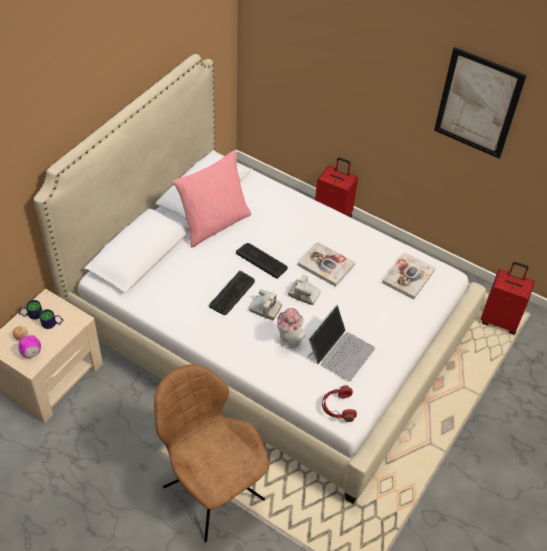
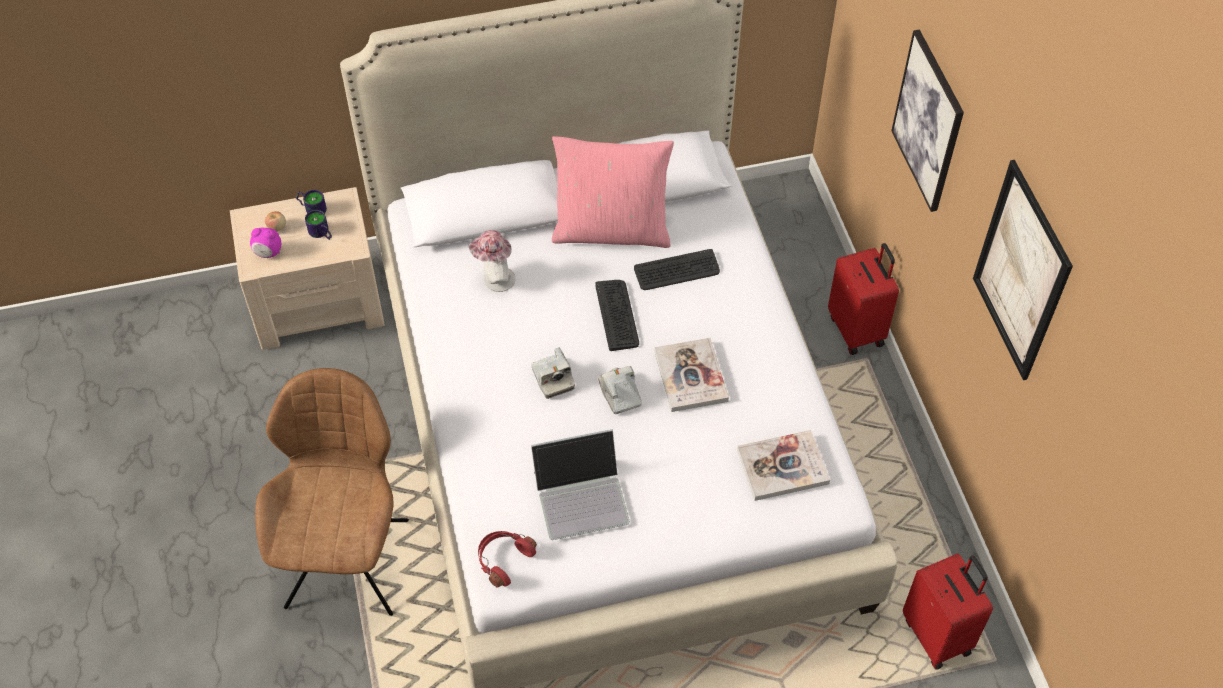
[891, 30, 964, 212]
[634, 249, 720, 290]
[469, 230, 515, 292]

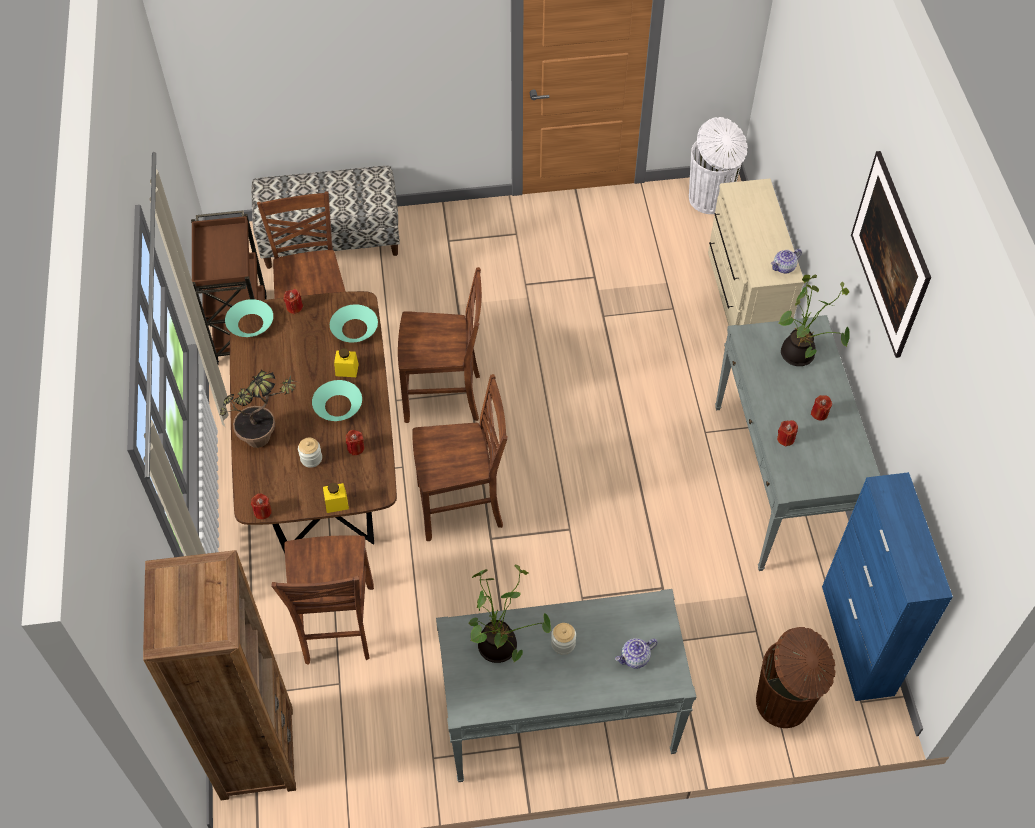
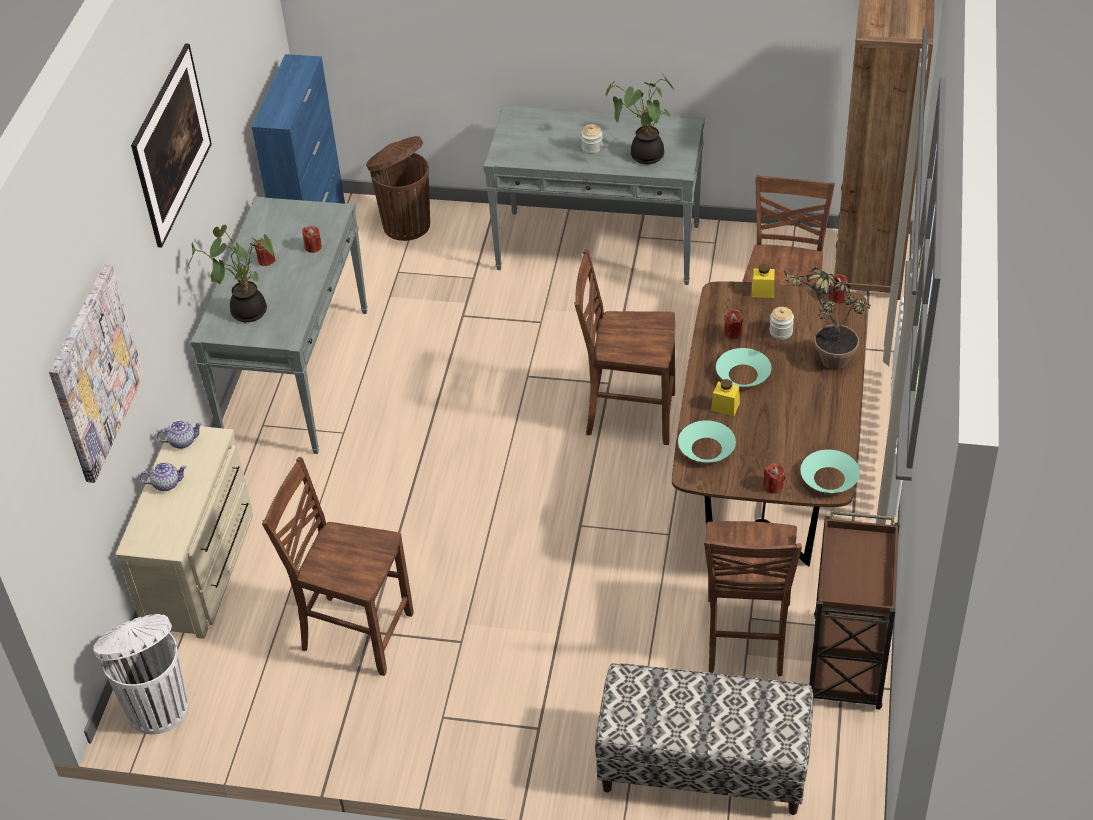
[49, 264, 144, 483]
[262, 457, 414, 676]
[139, 462, 187, 491]

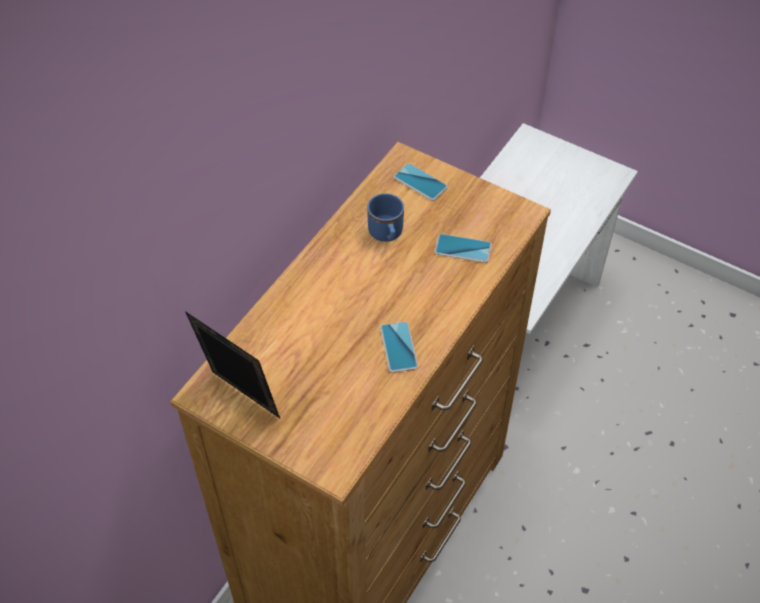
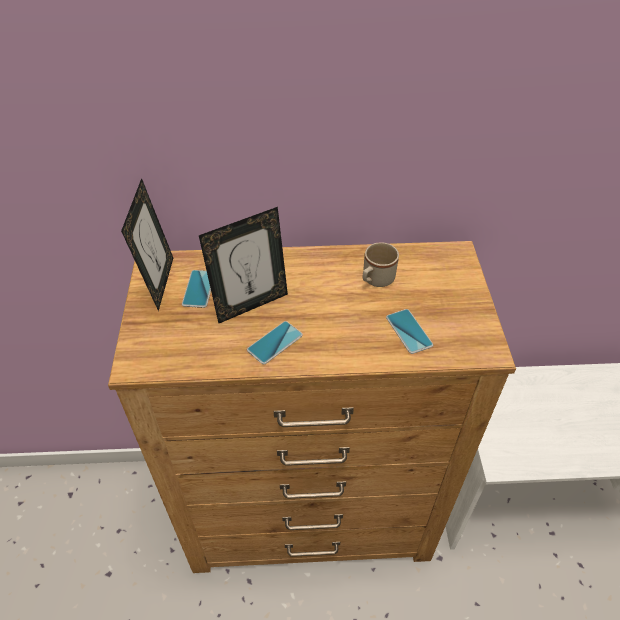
[199, 207, 288, 324]
[182, 270, 211, 308]
[363, 242, 399, 287]

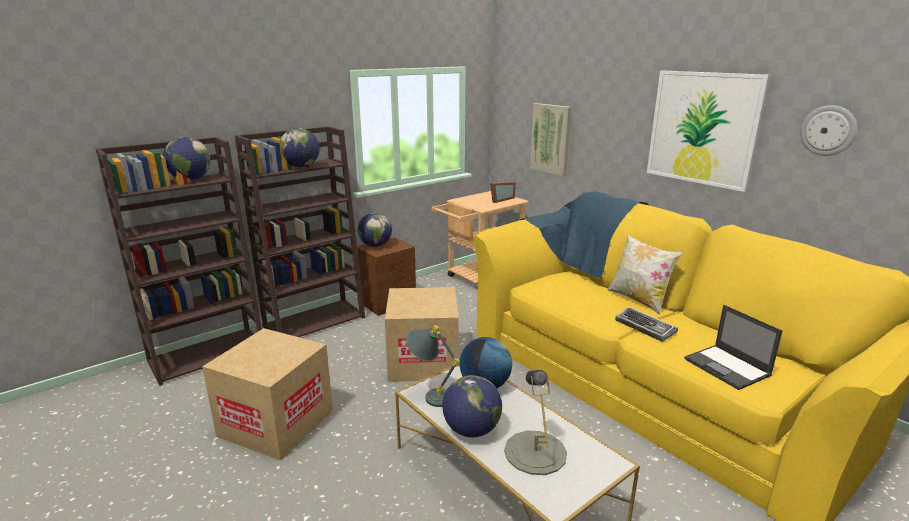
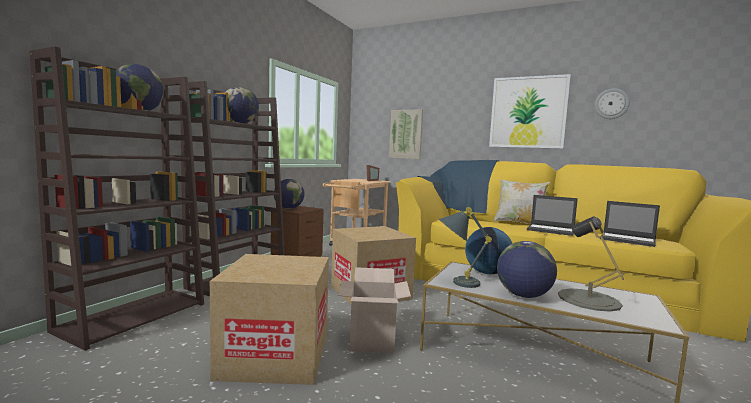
[338, 267, 411, 353]
[527, 195, 578, 236]

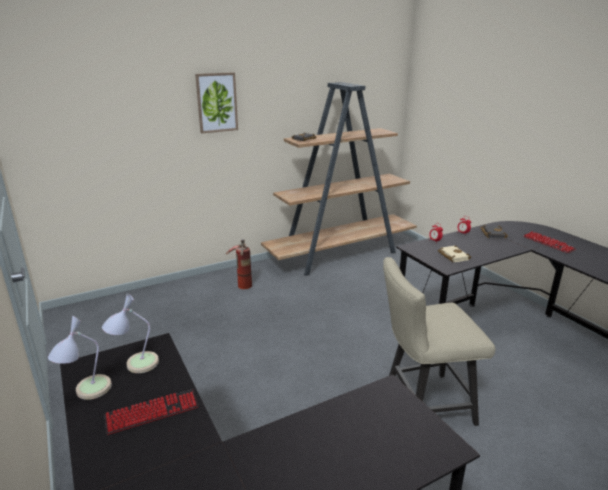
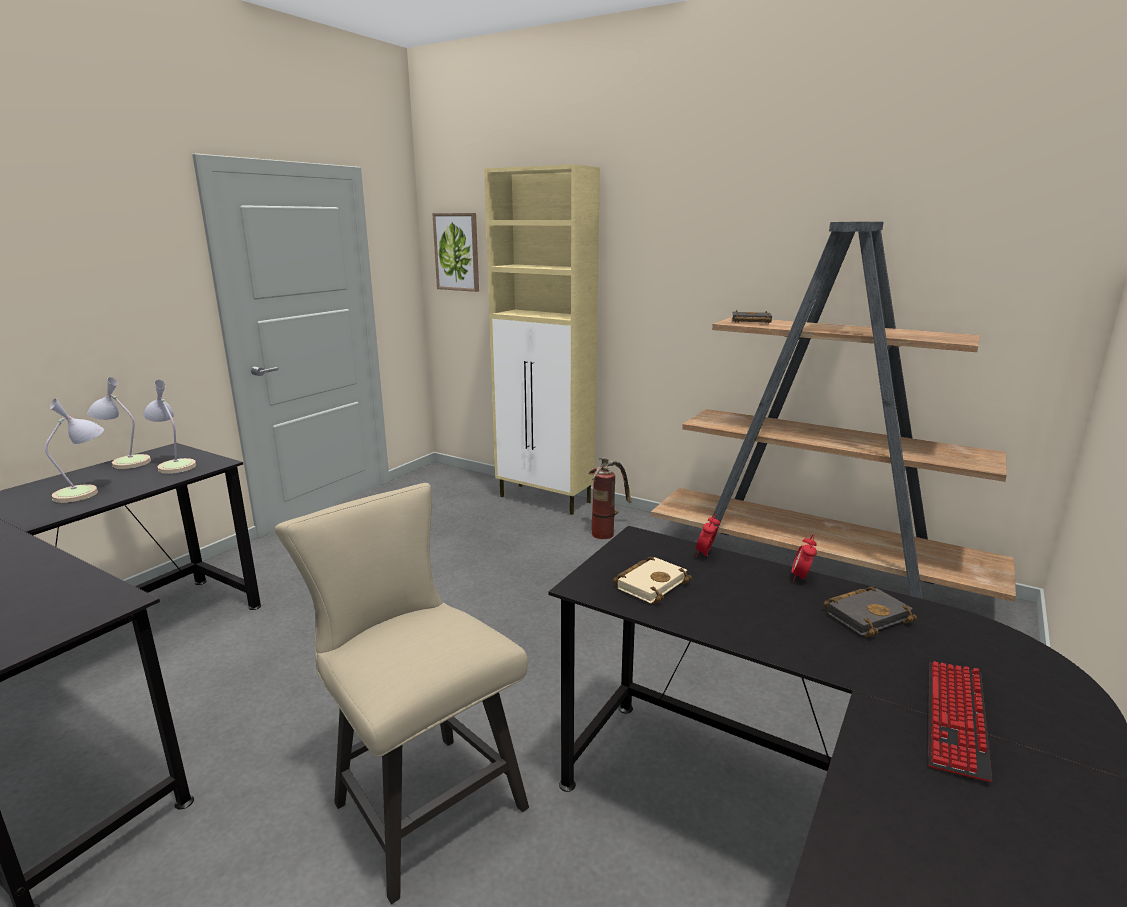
[484, 164, 600, 515]
[432, 213, 479, 292]
[45, 398, 104, 503]

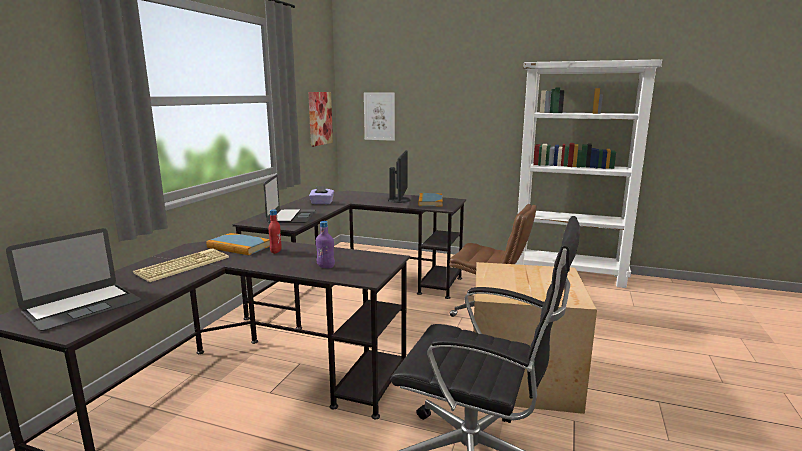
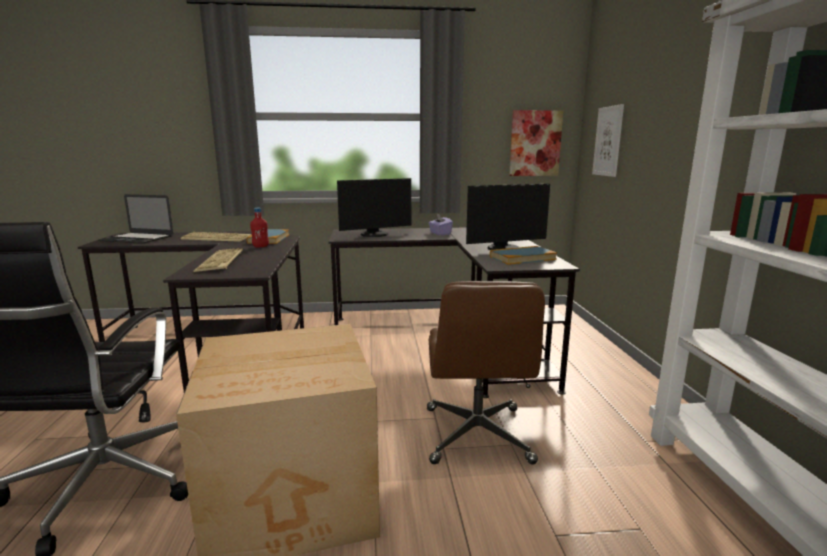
[337, 178, 411, 237]
[193, 248, 243, 272]

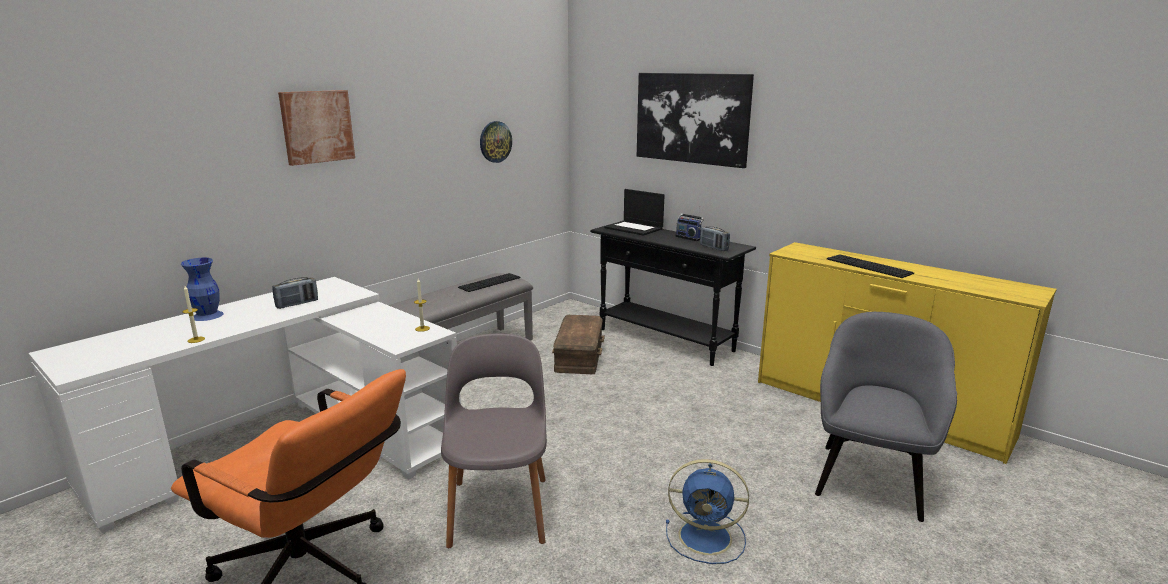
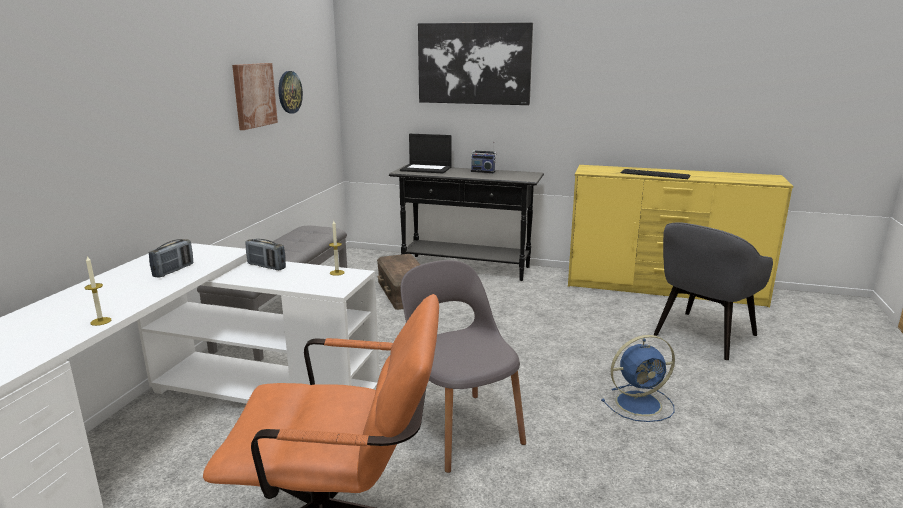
[181, 258, 224, 321] (first image)
[458, 273, 521, 292] (first image)
[232, 63, 278, 130]
[245, 239, 286, 270]
[654, 222, 773, 360]

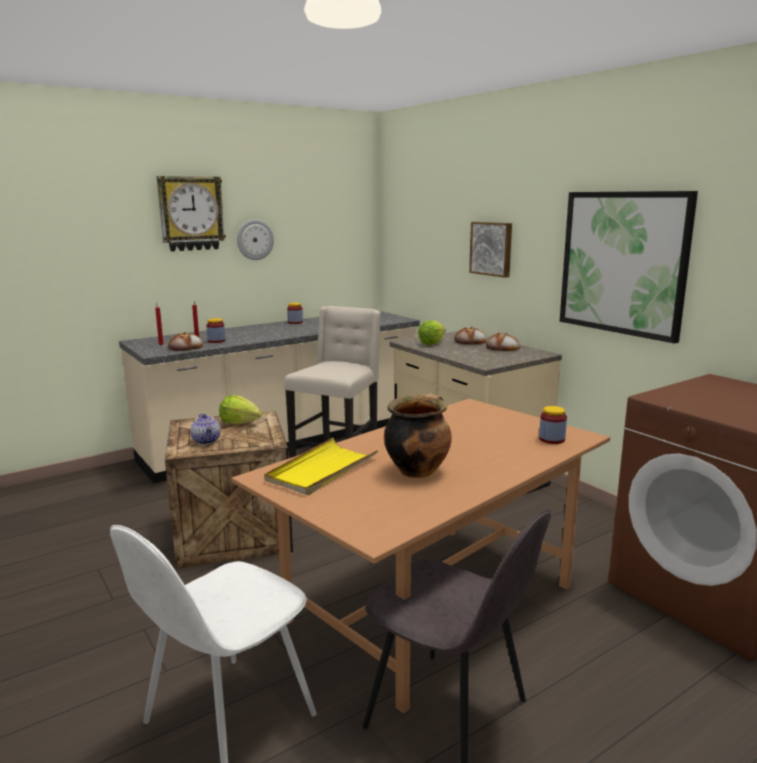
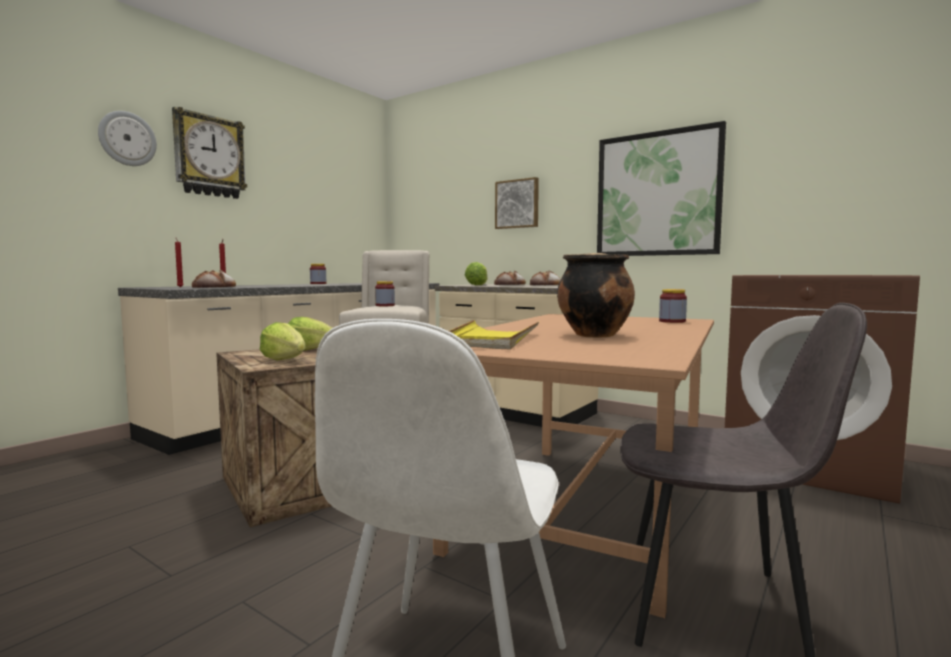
[375, 281, 395, 306]
[98, 111, 157, 166]
[259, 322, 306, 361]

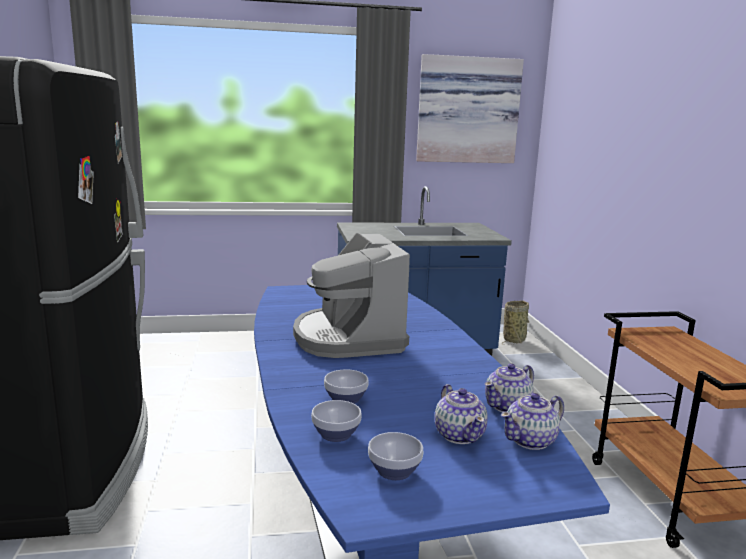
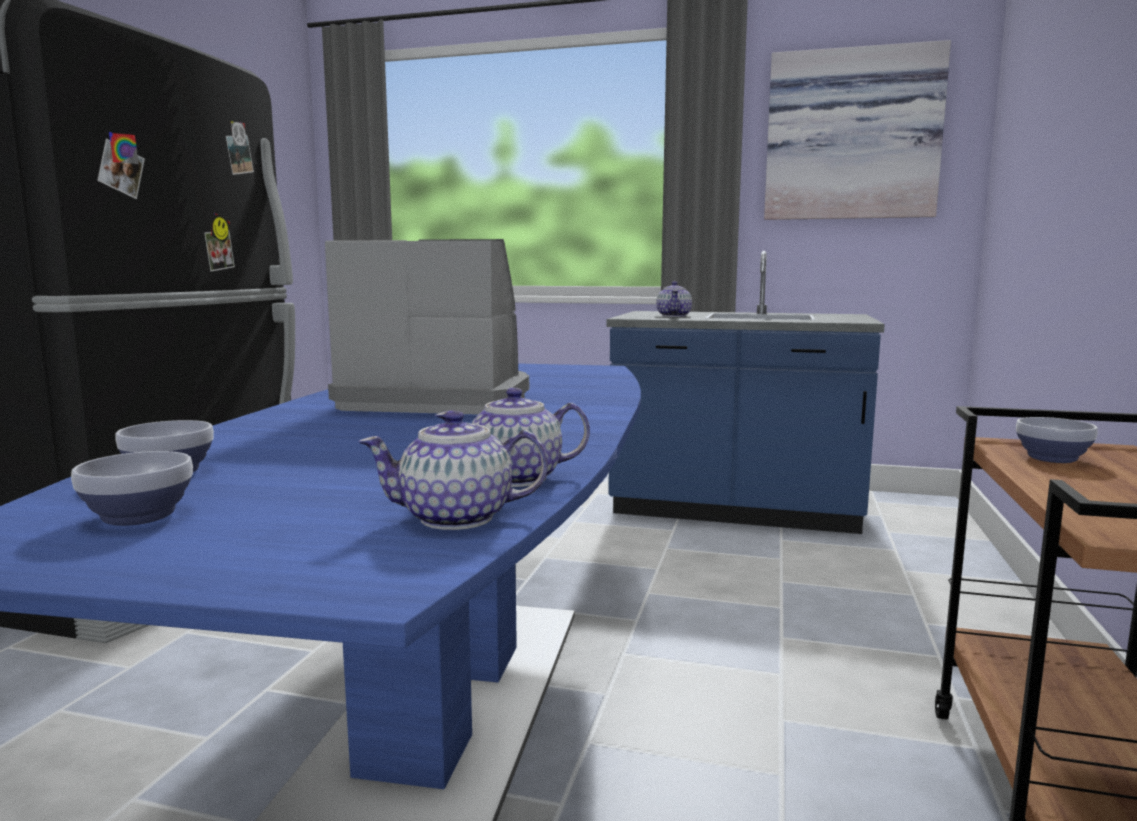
[502, 300, 529, 345] (first image)
[1016, 417, 1098, 463]
[656, 281, 692, 317]
[325, 239, 529, 415]

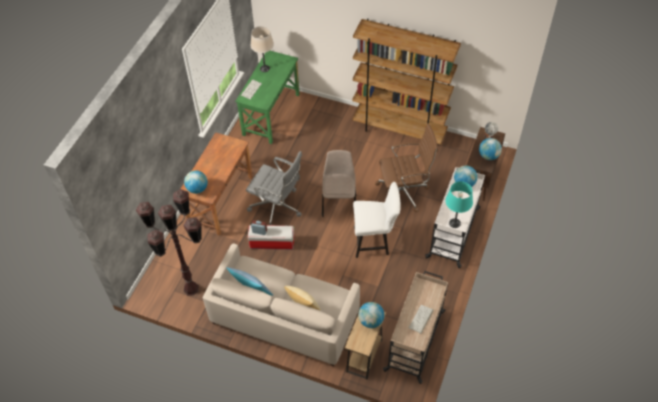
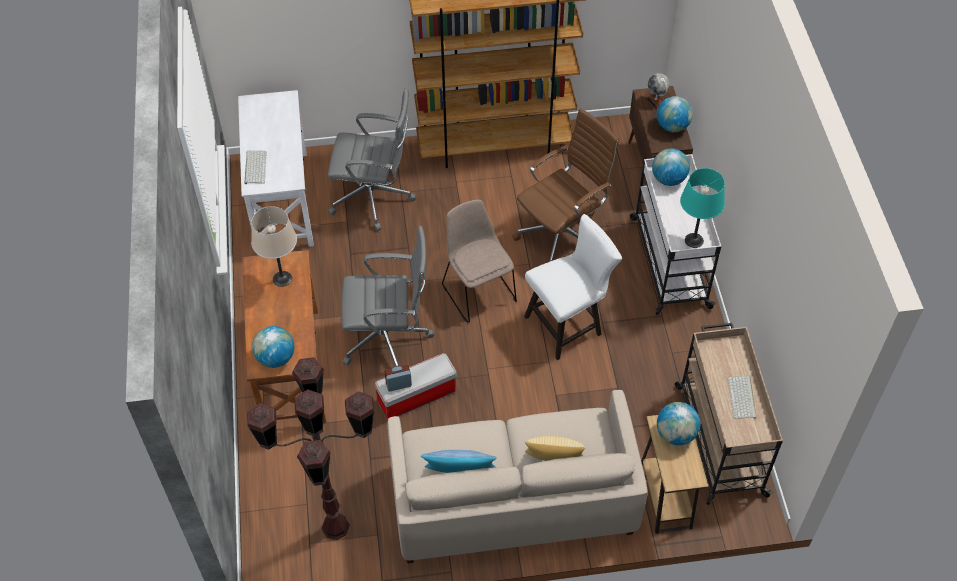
[328, 88, 416, 231]
[251, 206, 297, 287]
[238, 90, 314, 247]

